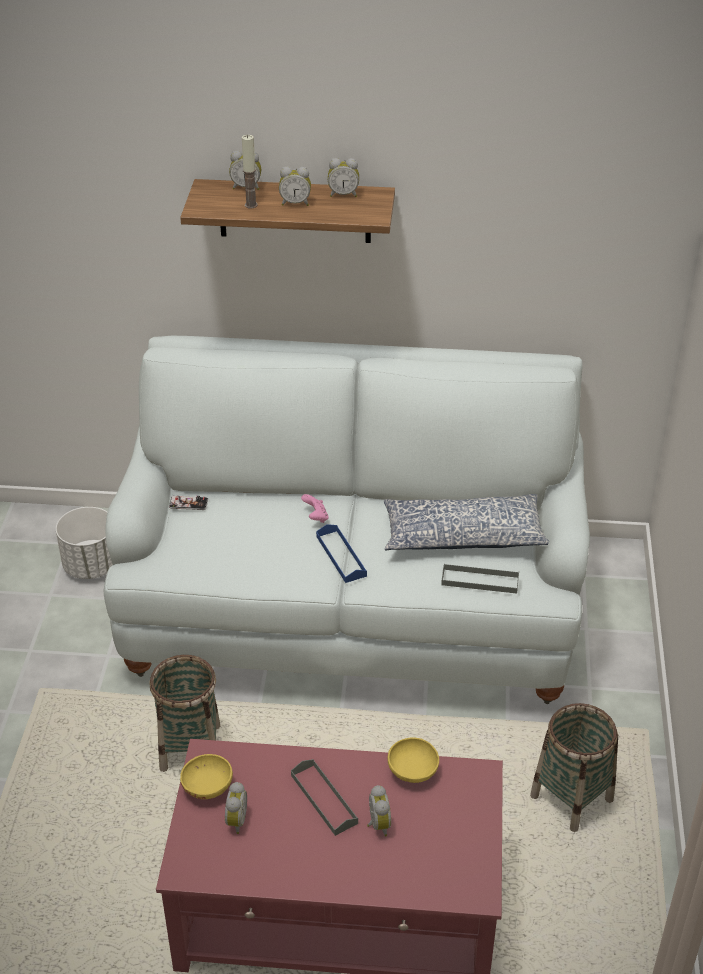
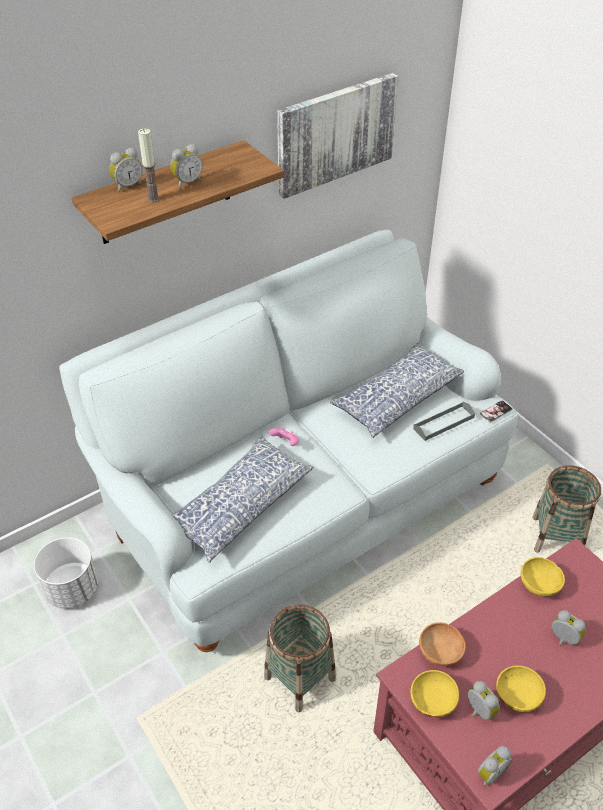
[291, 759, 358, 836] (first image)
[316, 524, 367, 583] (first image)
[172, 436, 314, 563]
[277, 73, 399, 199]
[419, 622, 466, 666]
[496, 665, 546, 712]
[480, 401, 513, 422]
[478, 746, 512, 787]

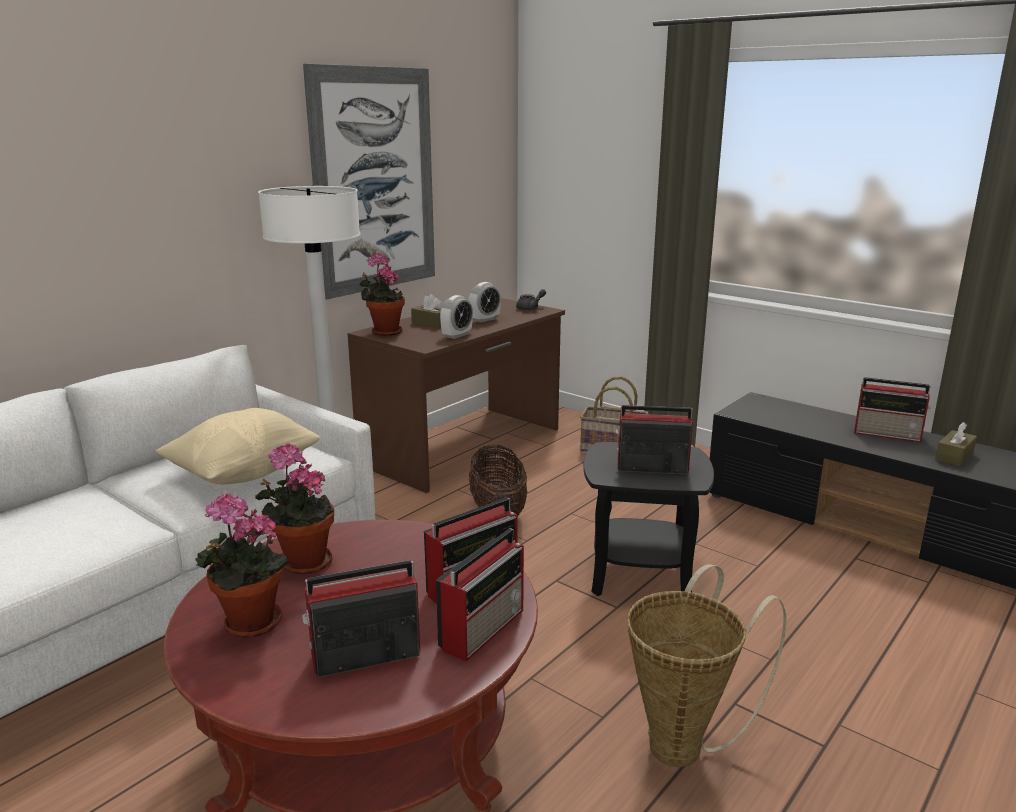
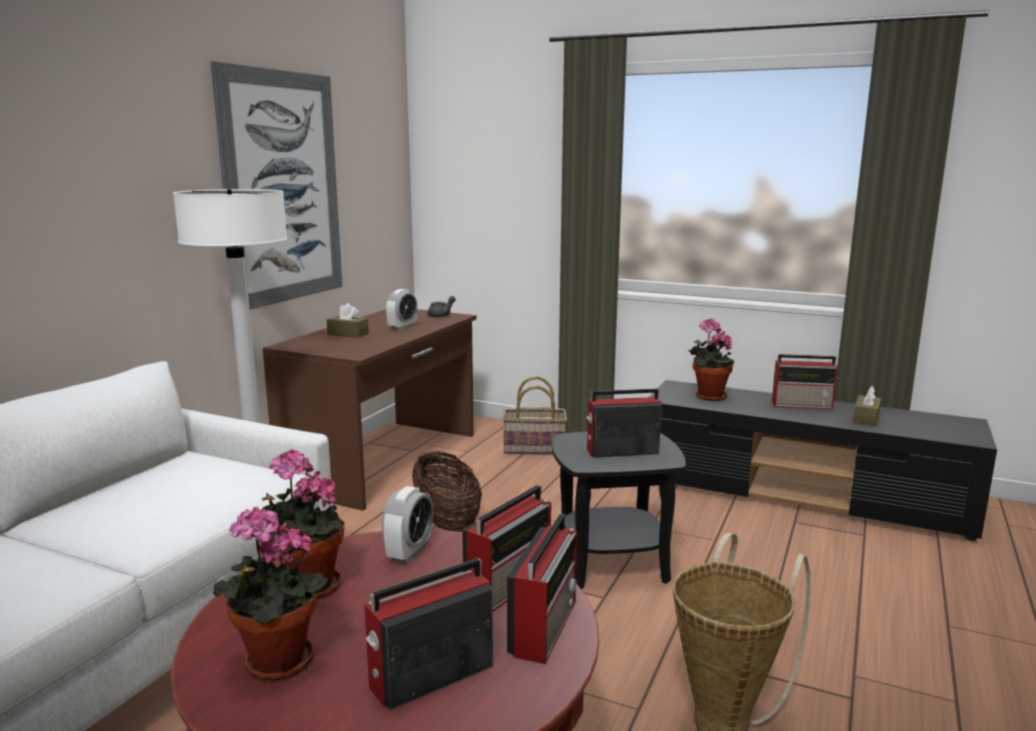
[156, 408, 320, 484] (first image)
[688, 318, 734, 401]
[382, 486, 433, 563]

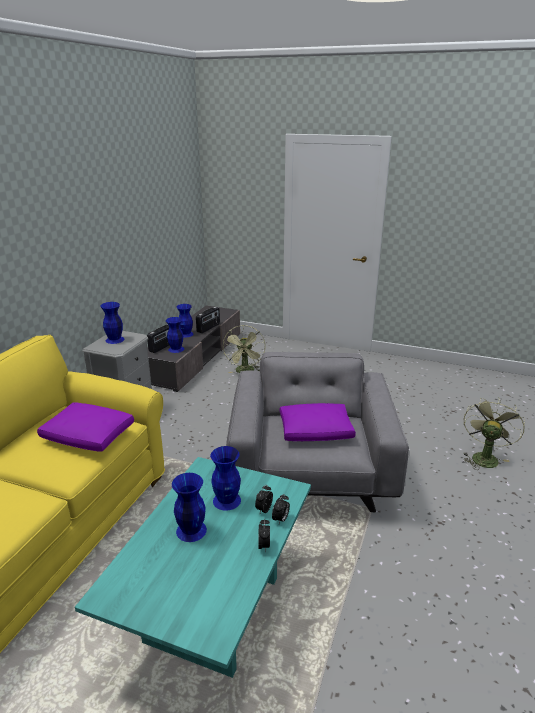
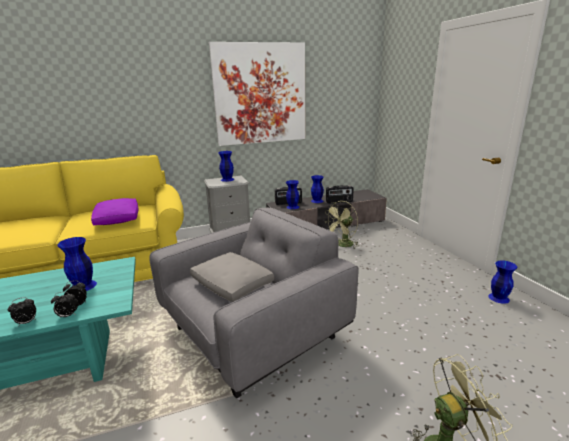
[209, 42, 306, 146]
[488, 260, 517, 304]
[190, 252, 274, 302]

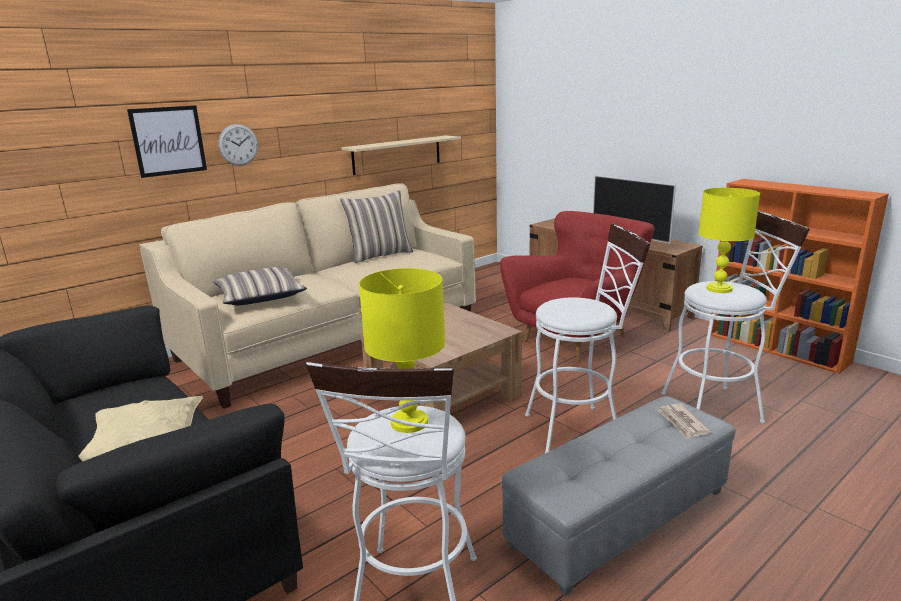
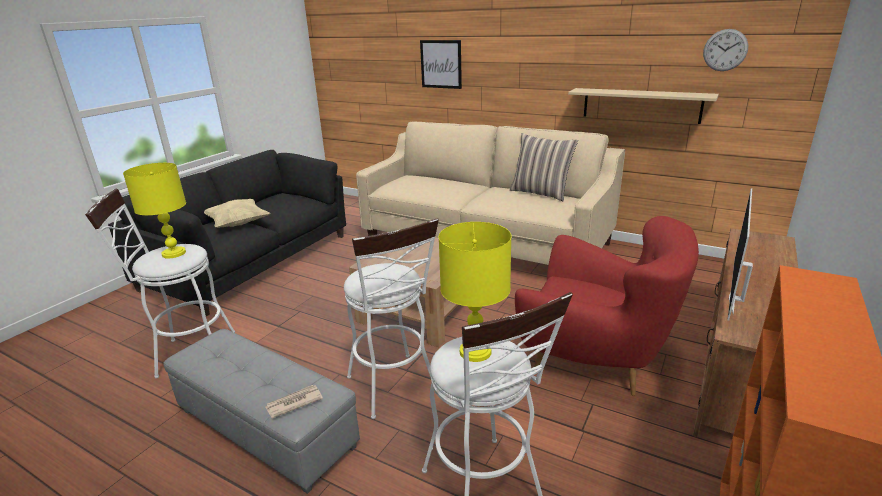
[214, 267, 307, 305] (first image)
[703, 29, 748, 71]

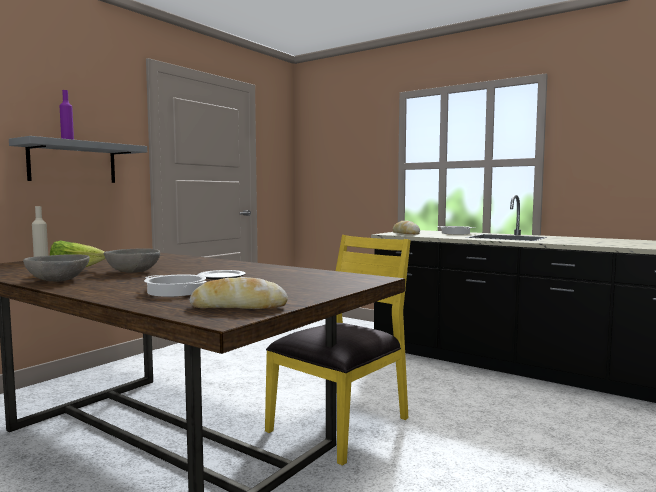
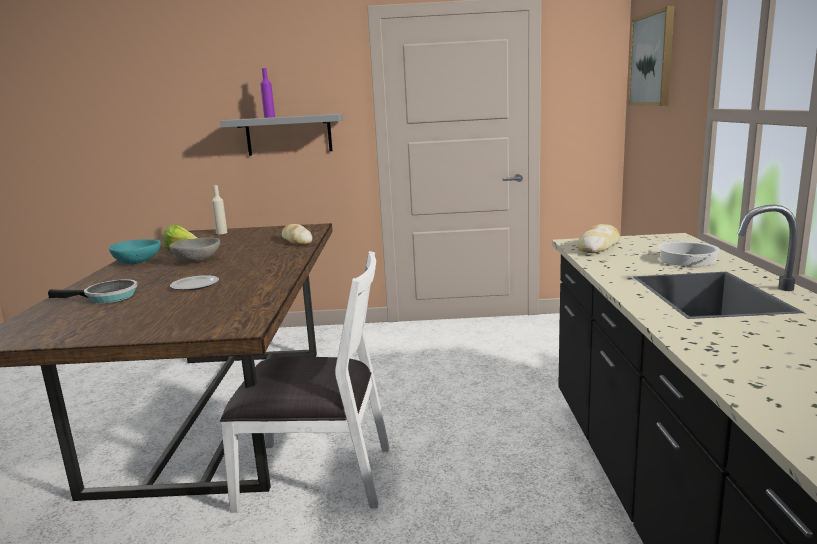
[628, 6, 675, 106]
[282, 224, 312, 244]
[48, 279, 138, 303]
[109, 239, 161, 264]
[220, 251, 389, 512]

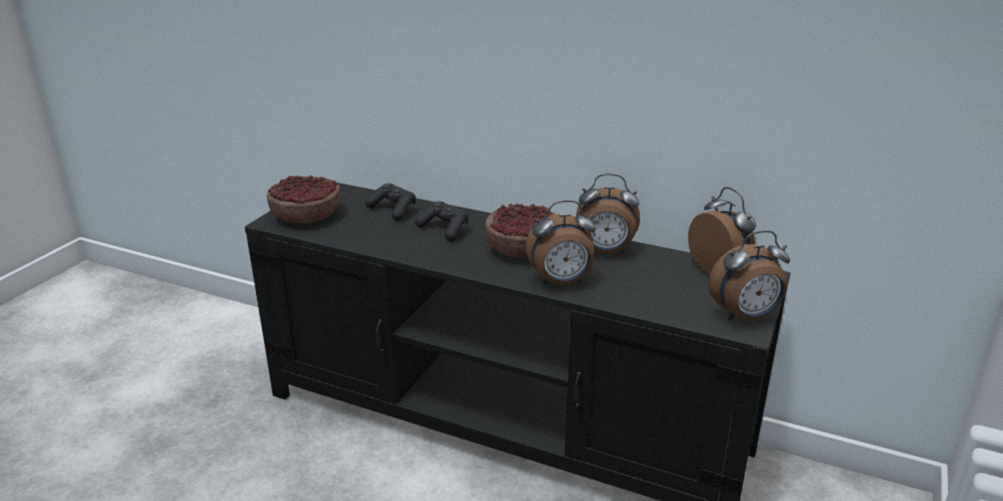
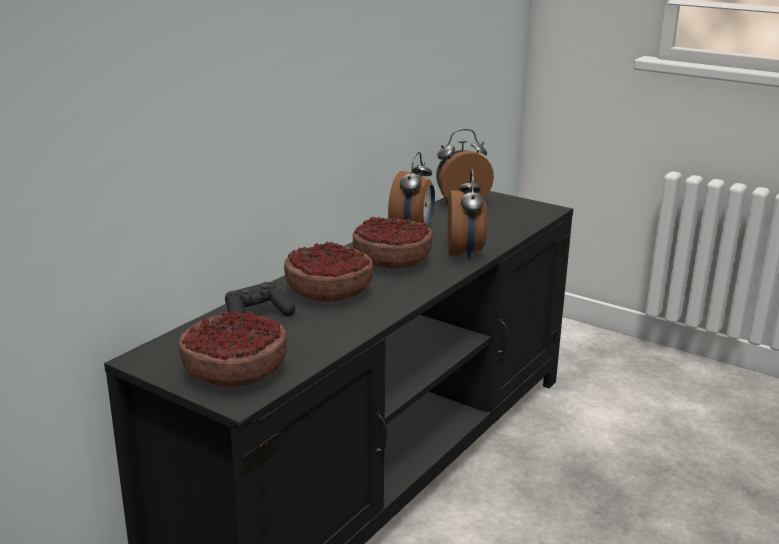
[708, 230, 790, 321] (first image)
[284, 241, 373, 302]

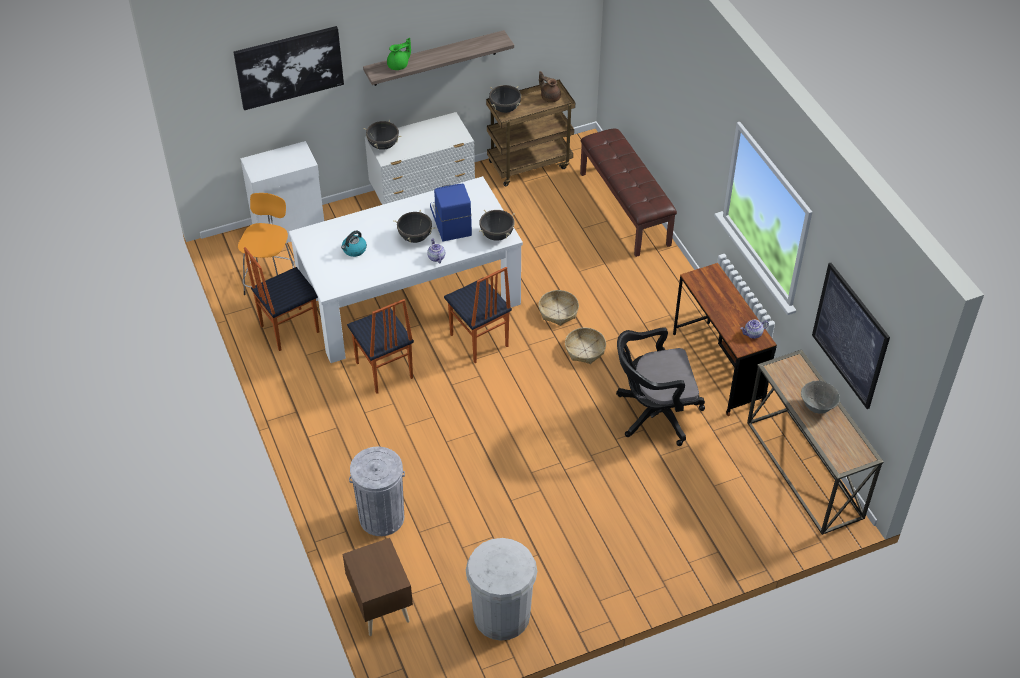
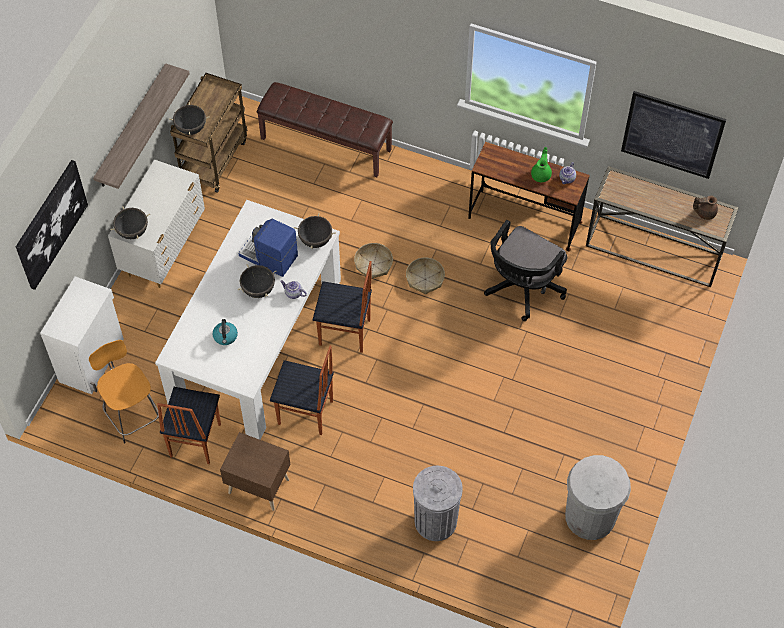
[801, 381, 840, 414] (first image)
[220, 432, 290, 511]
[531, 147, 552, 182]
[693, 195, 718, 220]

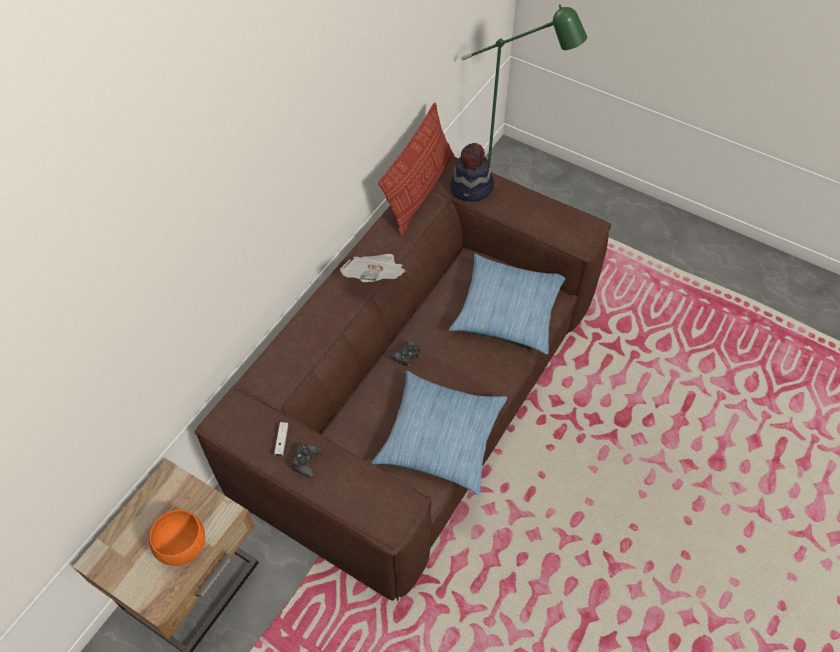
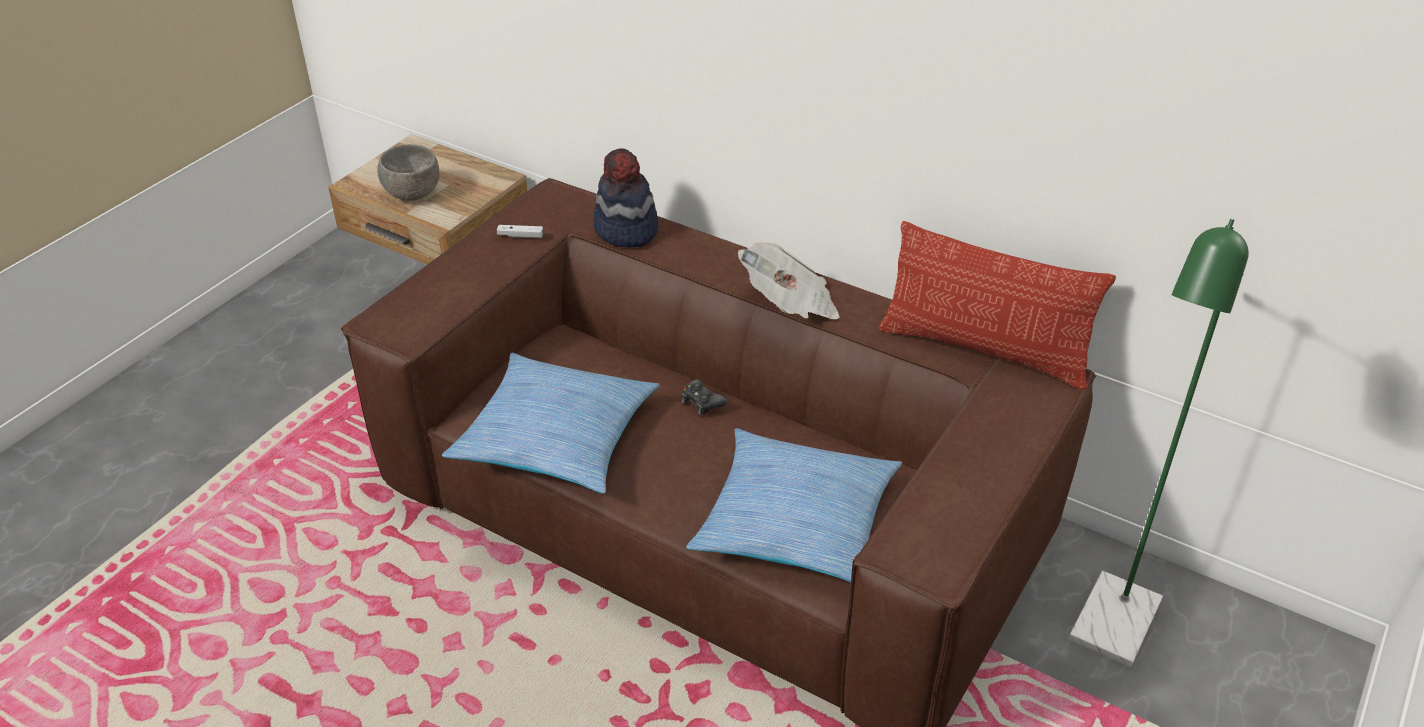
[291, 444, 322, 478] (first image)
[593, 148, 658, 247]
[377, 144, 440, 201]

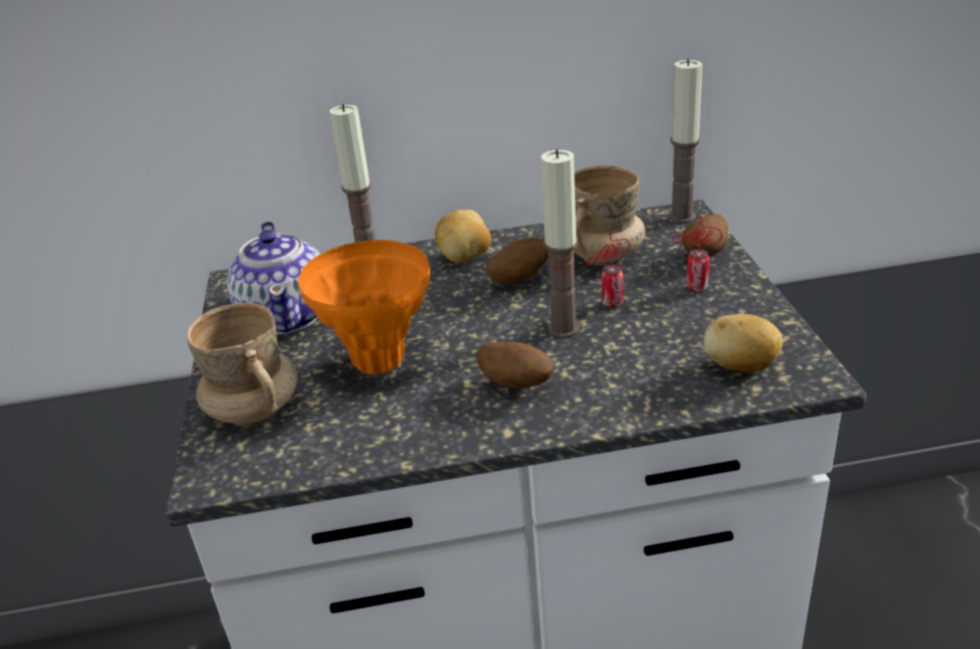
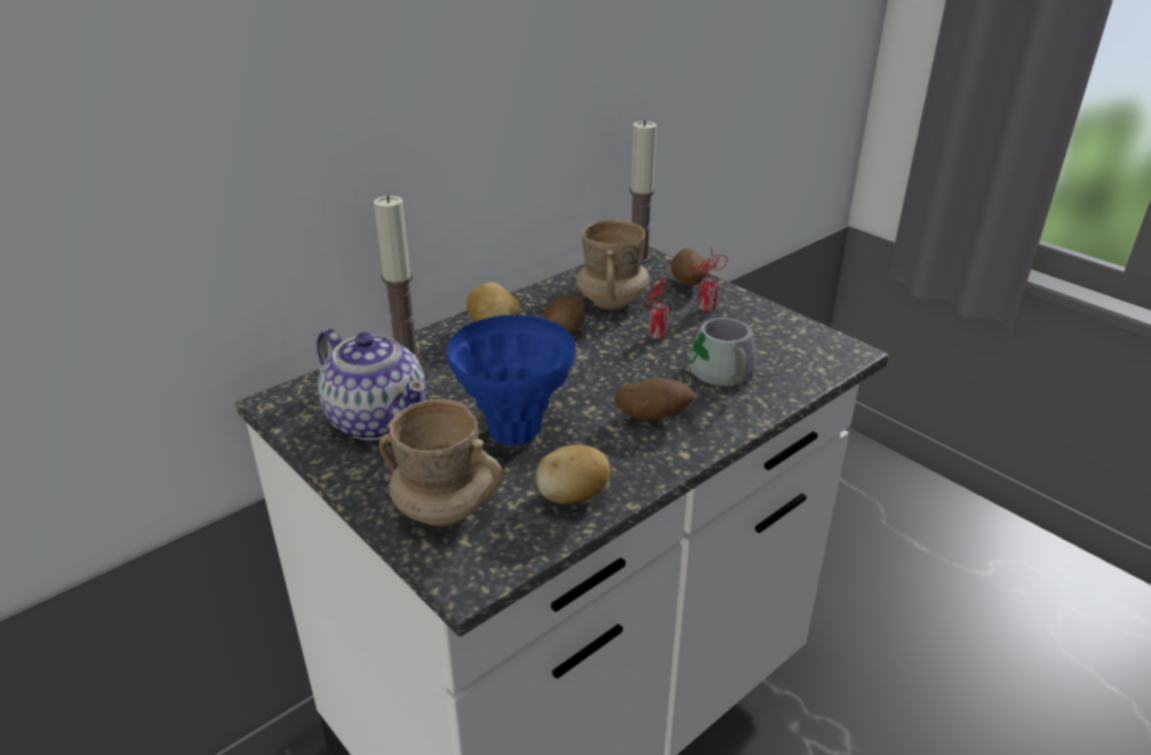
[541, 149, 580, 338] (first image)
[688, 318, 757, 387]
[535, 445, 610, 504]
[447, 315, 576, 446]

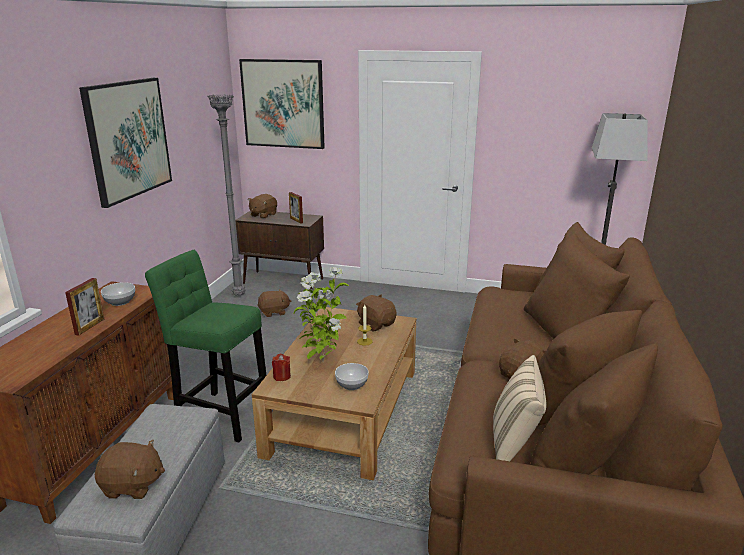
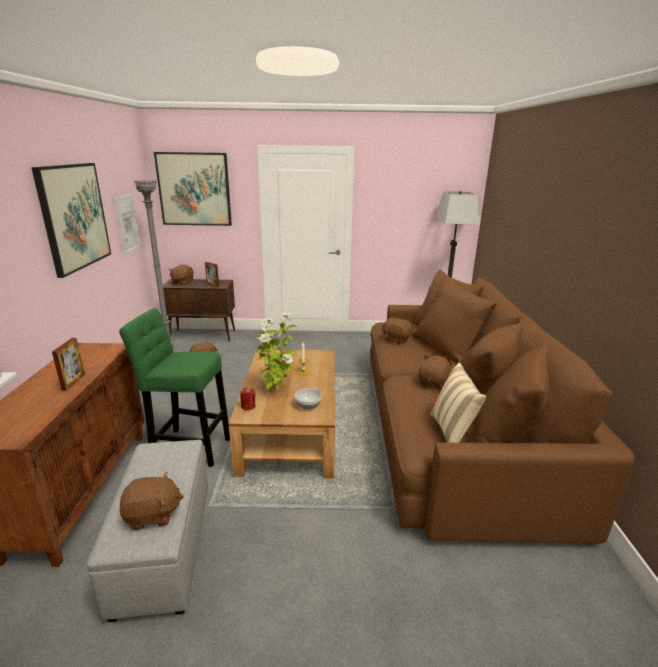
[101, 282, 135, 306] (first image)
[114, 194, 141, 255]
[382, 317, 413, 344]

